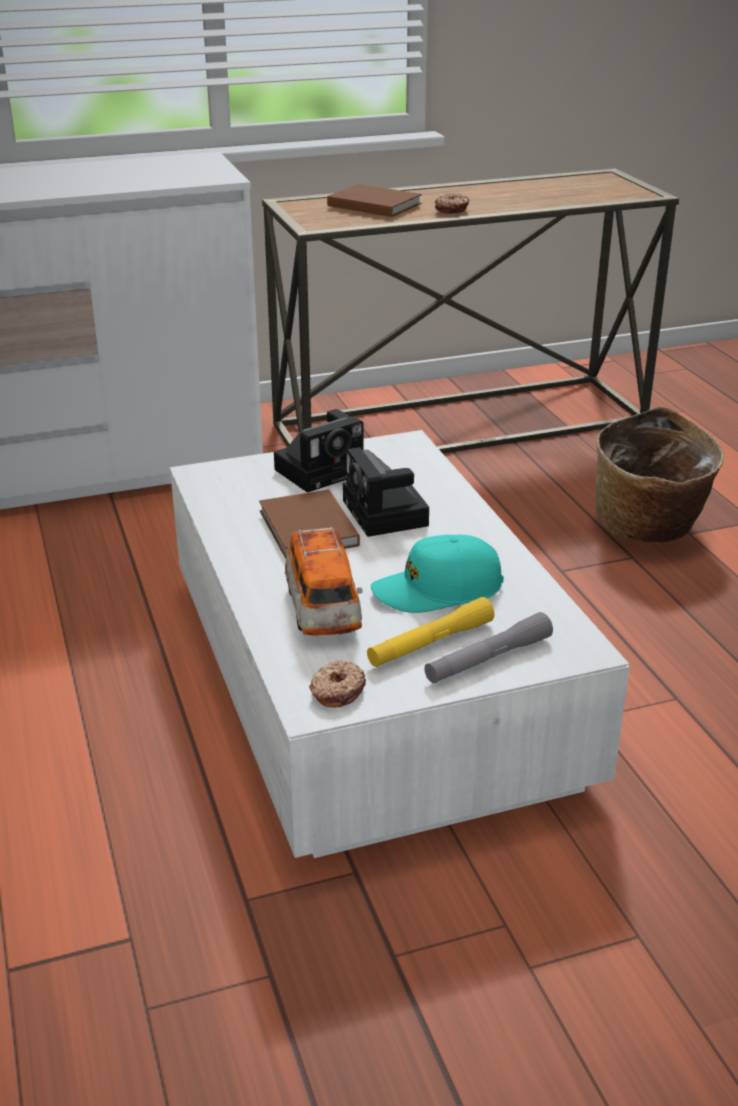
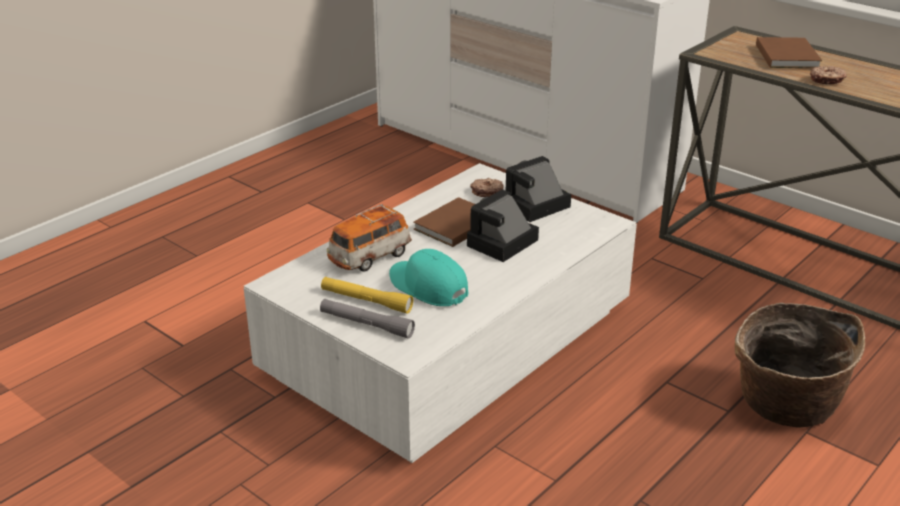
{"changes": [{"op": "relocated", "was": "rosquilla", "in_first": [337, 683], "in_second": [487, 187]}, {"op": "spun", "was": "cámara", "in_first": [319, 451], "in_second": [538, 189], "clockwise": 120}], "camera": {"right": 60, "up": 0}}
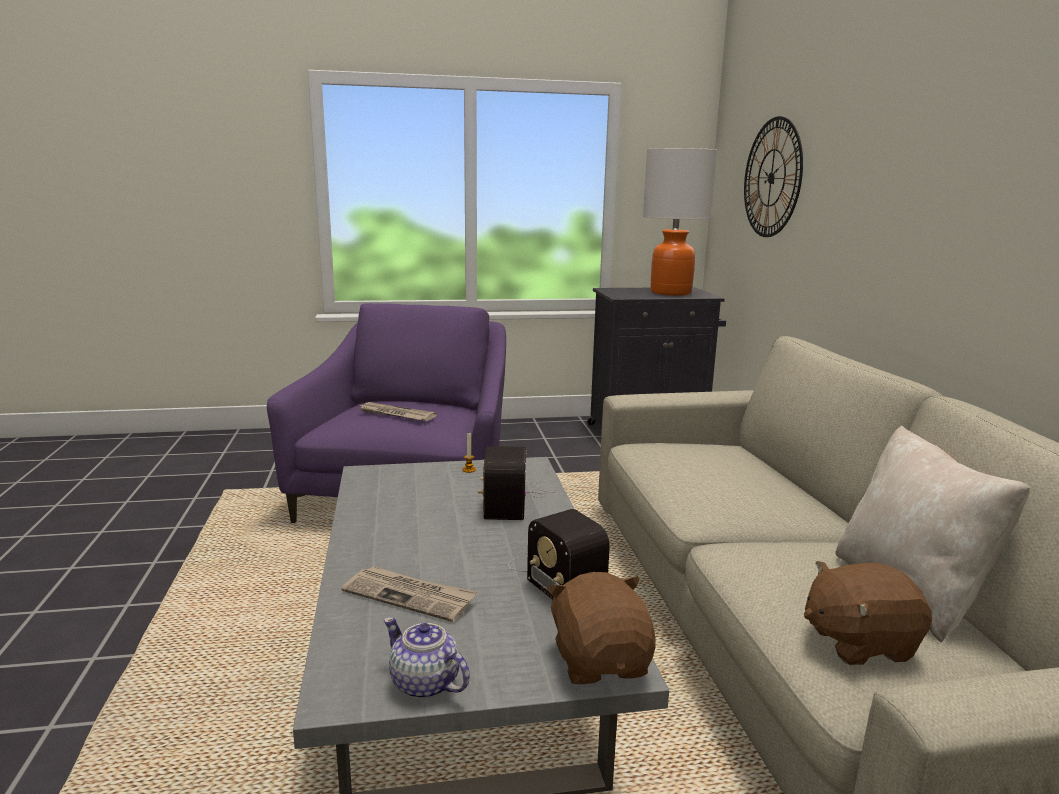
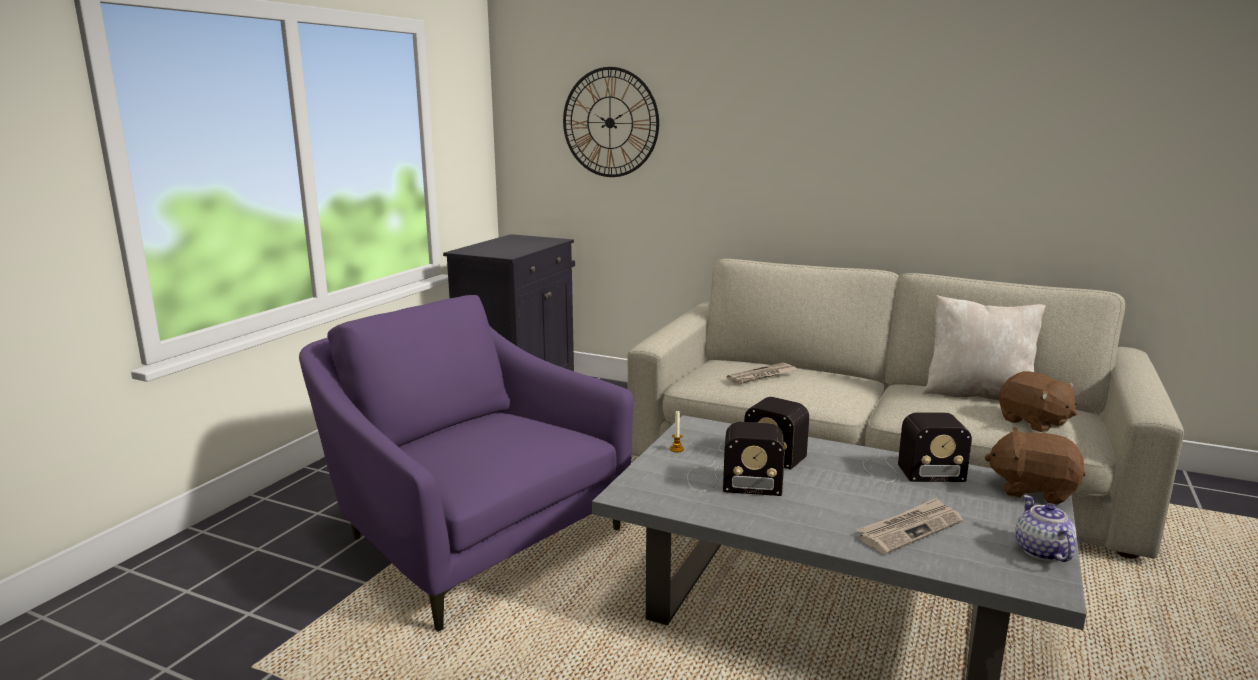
{"changes": [{"op": "appeared", "now": "radio", "in_second": [736, 459]}, {"op": "relocated", "was": "periódico", "in_first": [397, 411], "in_second": [762, 373]}, {"op": "spun", "was": "peluche (marrón)", "in_first": [868, 613], "in_second": [1038, 402], "clockwise": -60}, {"op": "spun", "was": "tetera", "in_first": [426, 658], "in_second": [1045, 528], "clockwise": 105}, {"op": "missing", "was": "lámpara de mesa", "in_first": [680, 222]}], "camera": {"right": -55, "up": 0}}
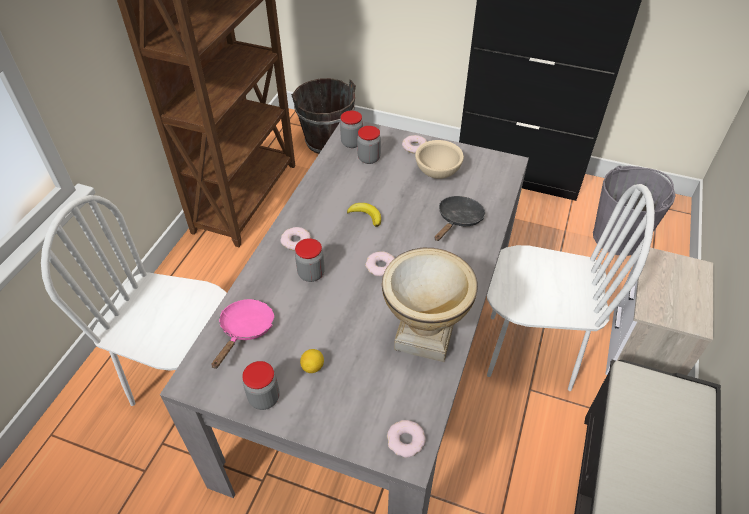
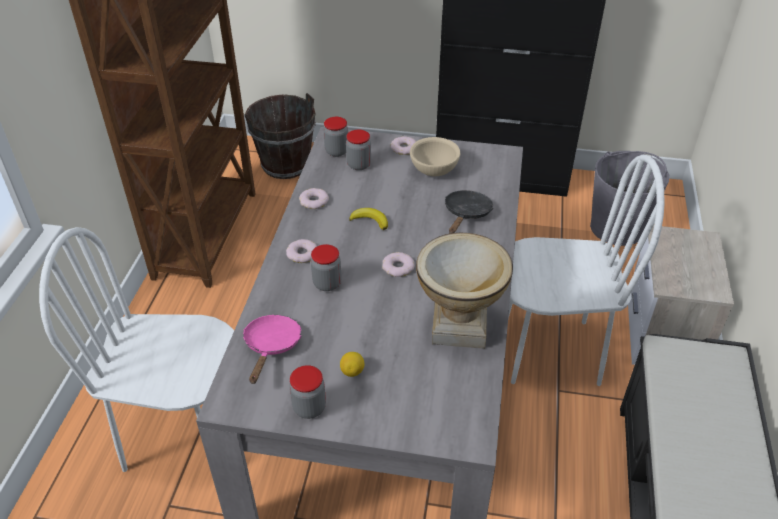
{"changes": [{"op": "relocated", "was": "rosquilla", "in_first": [406, 439], "in_second": [314, 198]}], "camera": {"right": -10, "up": -5}}
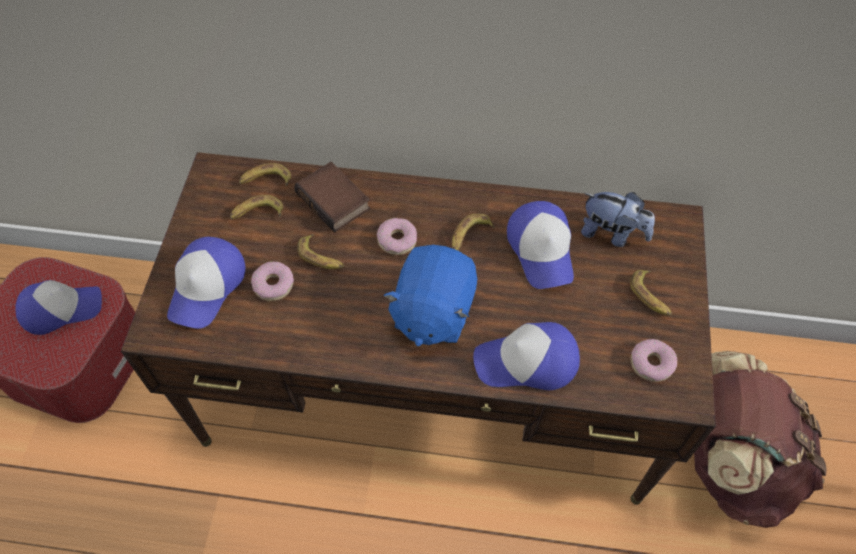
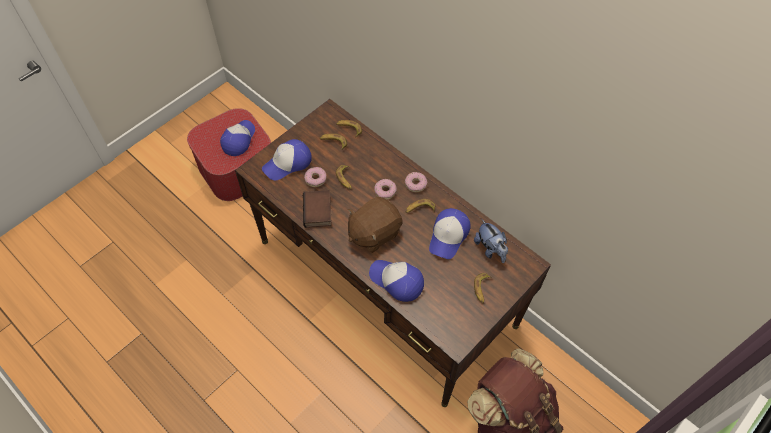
{"changes": [{"op": "spun", "was": "gorra", "in_first": [59, 307], "in_second": [237, 138], "clockwise": -90}, {"op": "relocated", "was": "libro", "in_first": [332, 197], "in_second": [317, 209]}, {"op": "colour", "was": "peluche (azul)", "now": "peluche (marrón)", "in_first": [430, 295], "in_second": [375, 225]}, {"op": "relocated", "was": "rosquilla", "in_first": [654, 360], "in_second": [416, 182]}], "camera": {"right": 35, "up": 0}}
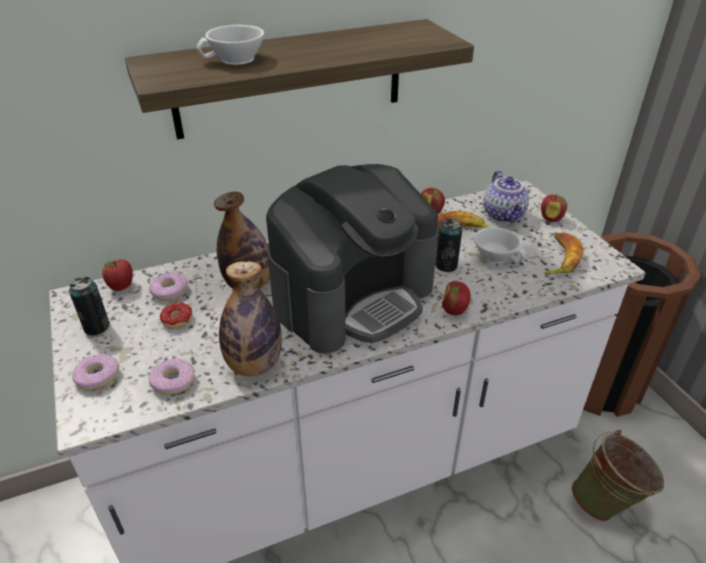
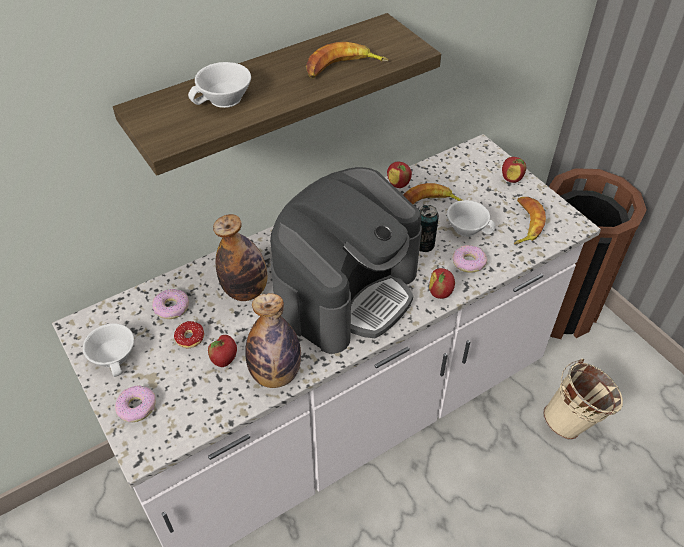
{"changes": [{"op": "exchanged", "was": "lata", "now": "taza (blanco)", "in_first": [89, 306], "in_second": [108, 350]}, {"op": "relocated", "was": "manzana", "in_first": [117, 275], "in_second": [222, 351]}, {"op": "appeared", "now": "plátano", "in_second": [347, 60]}, {"op": "relocated", "was": "rosquilla", "in_first": [172, 376], "in_second": [469, 259]}, {"op": "colour", "was": "cubo (verde)", "now": "cubo (beis)", "in_first": [617, 476], "in_second": [583, 399]}, {"op": "missing", "was": "tetera", "in_first": [506, 196]}], "camera": {"right": -10, "up": 10}}
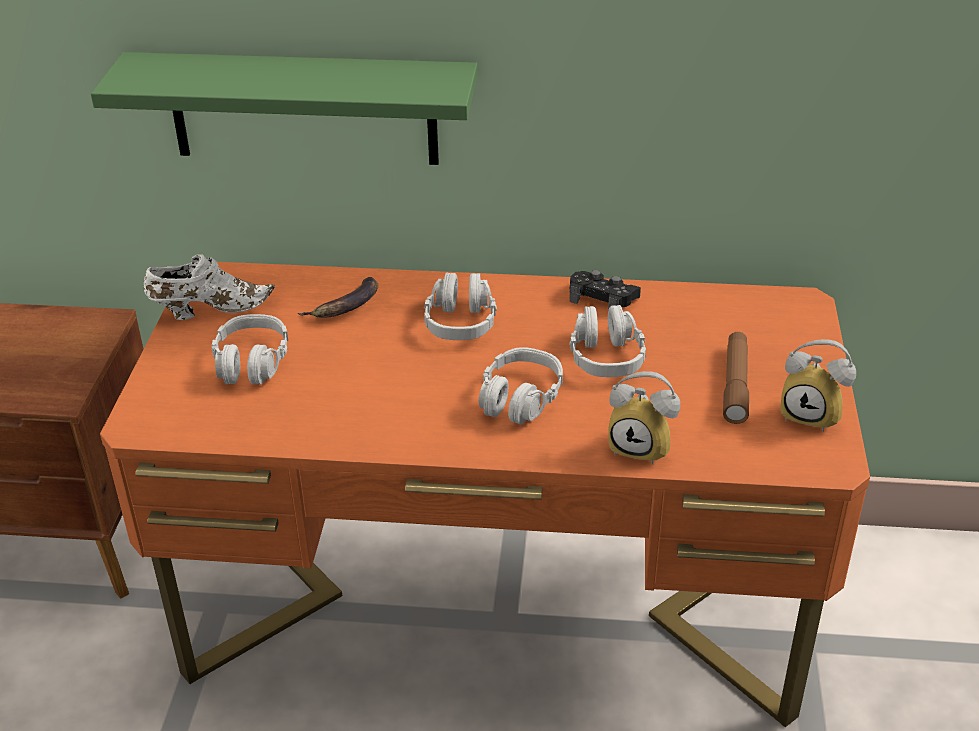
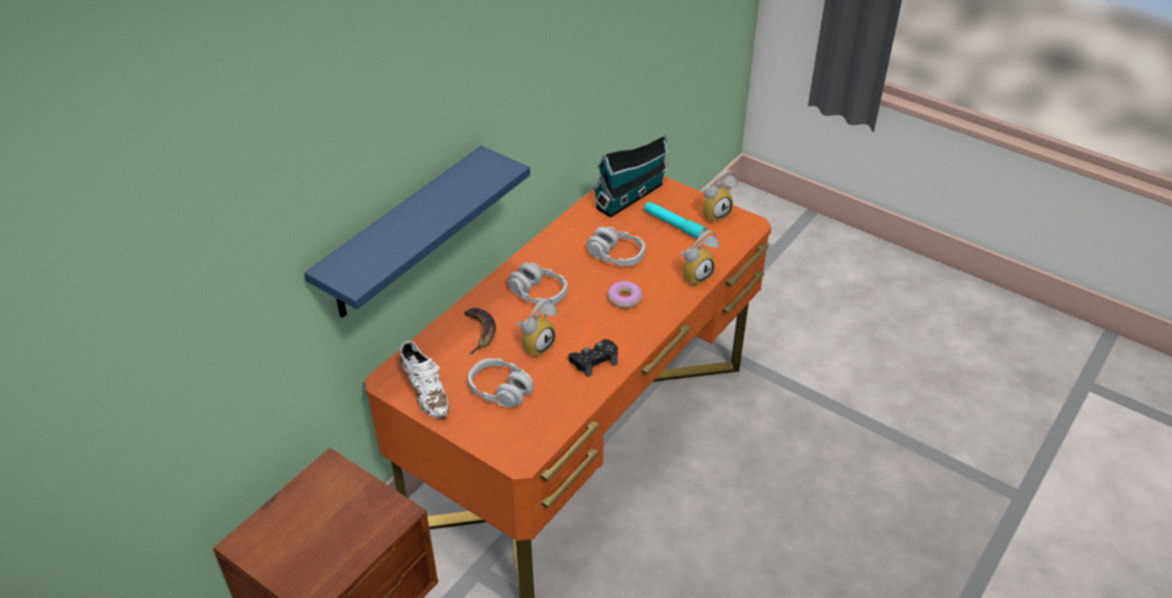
{"changes": [{"op": "colour", "was": "estante (verde)", "now": "estante (azul)", "in_first": [284, 108], "in_second": [417, 232]}, {"op": "spun", "was": "zapato (blanco)", "in_first": [209, 287], "in_second": [424, 380], "clockwise": 135}, {"op": "appeared", "now": "despertador", "in_second": [536, 328]}, {"op": "relocated", "was": "mando de consola (negro)", "in_first": [605, 290], "in_second": [593, 358]}, {"op": "appeared", "now": "casita", "in_second": [630, 176]}, {"op": "exchanged", "was": "auriculares (gris)", "now": "rosquilla", "in_first": [521, 386], "in_second": [624, 295]}, {"op": "colour", "was": "linterna (marrón)", "now": "linterna (turquesa)", "in_first": [736, 378], "in_second": [675, 221]}], "camera": {"right": -60, "up": 5}}
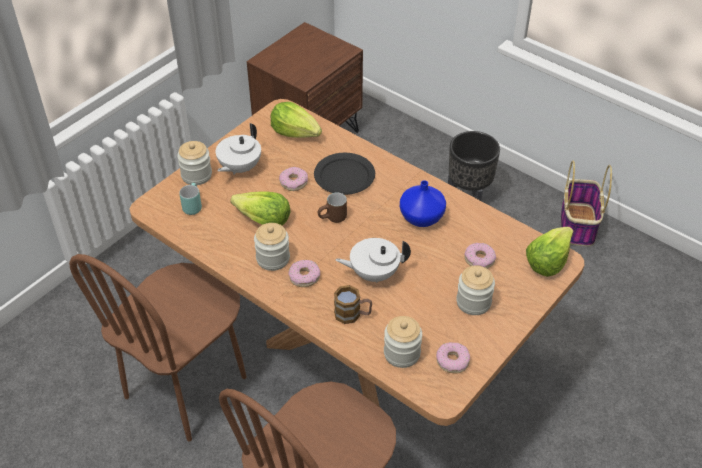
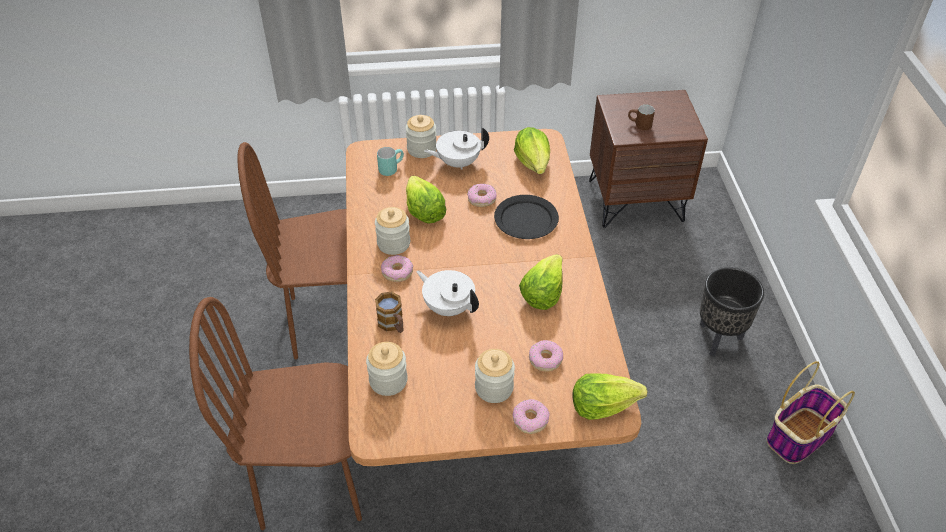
{"changes": [{"op": "relocated", "was": "rosquilla", "in_first": [453, 358], "in_second": [531, 416]}, {"op": "exchanged", "was": "florero (azul)", "now": "lechuga", "in_first": [423, 203], "in_second": [541, 282]}, {"op": "relocated", "was": "taza grande (marrón)", "in_first": [332, 207], "in_second": [641, 117]}], "camera": {"right": 45, "up": 0}}
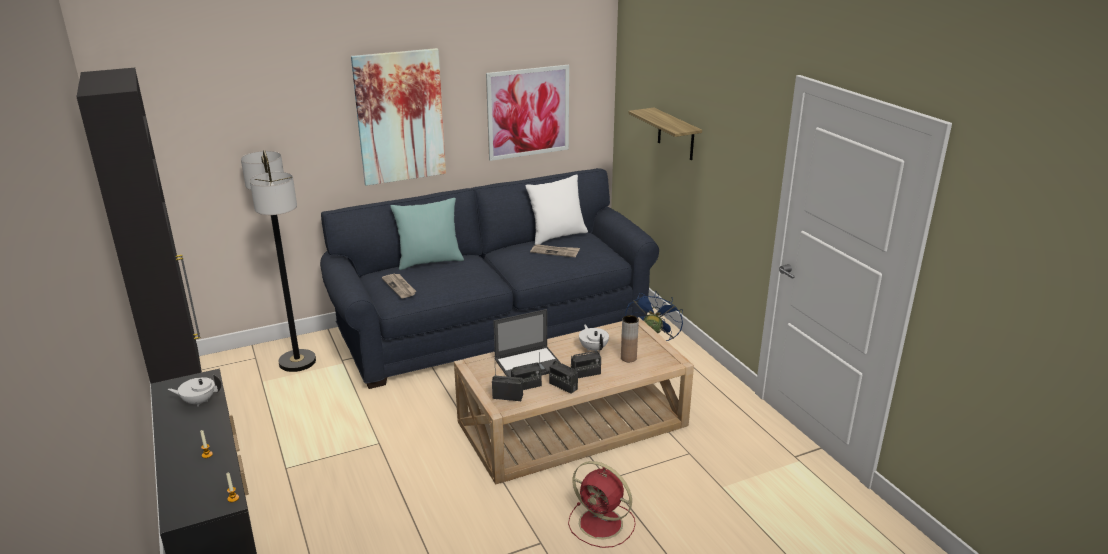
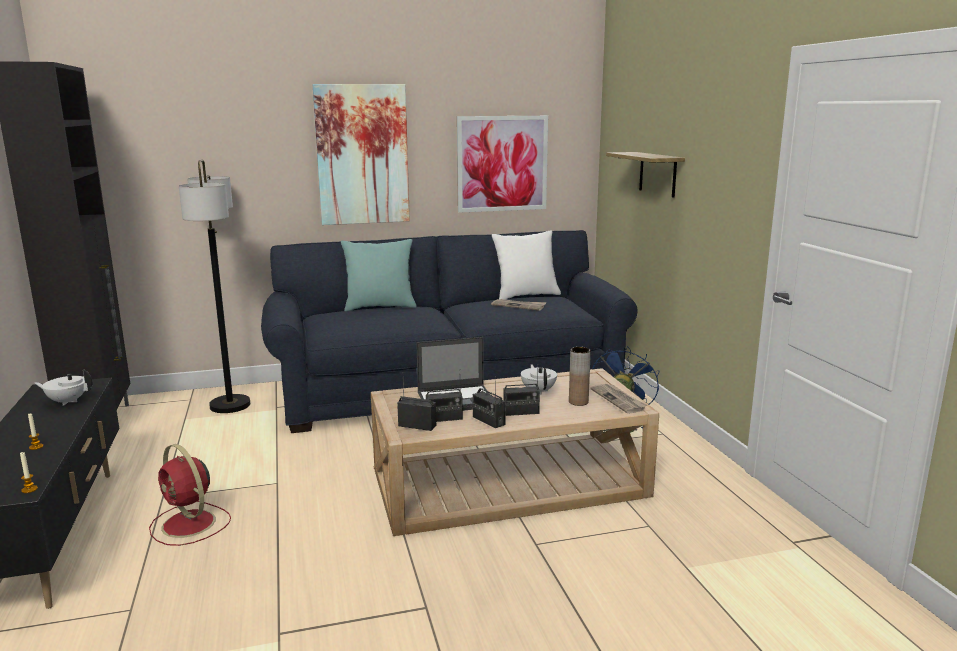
{"changes": [{"op": "relocated", "was": "ventilador (rojo)", "in_first": [602, 504], "in_second": [190, 495]}, {"op": "relocated", "was": "periódico", "in_first": [399, 286], "in_second": [619, 399]}], "camera": {"right": 10, "up": -10}}
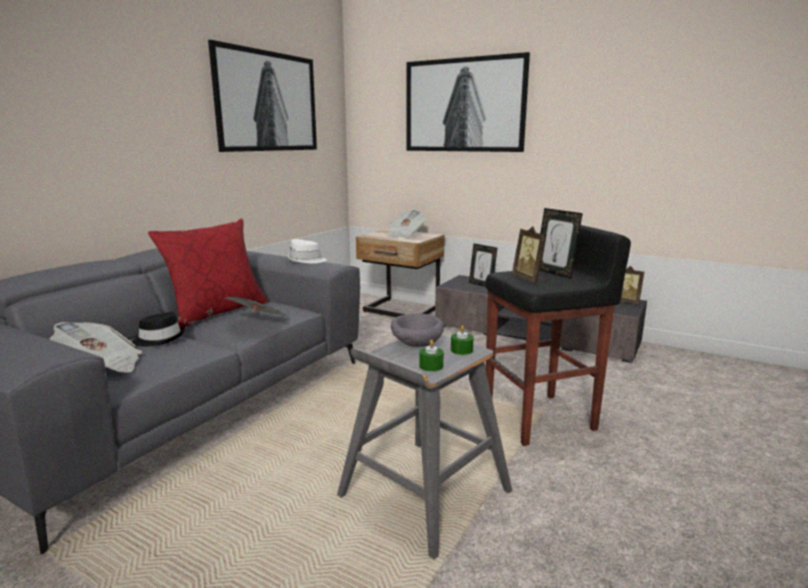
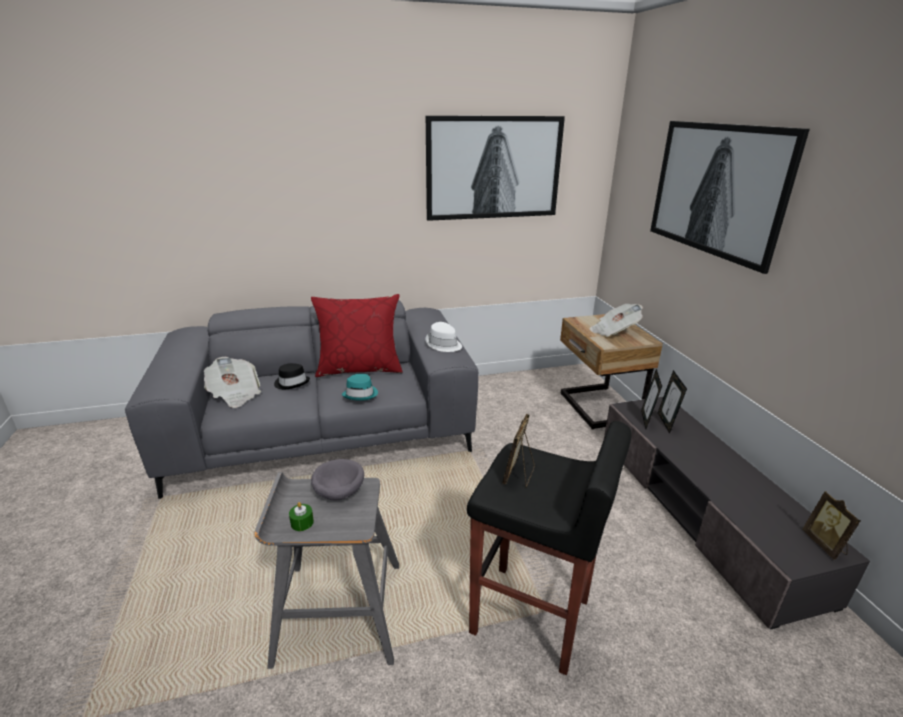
{"changes": [{"op": "exchanged", "was": "periódico", "now": "sombrero (turquesa)", "in_first": [254, 306], "in_second": [360, 387]}, {"op": "relocated", "was": "portarretratos", "in_first": [561, 243], "in_second": [651, 399]}, {"op": "missing", "was": "vela (verde)", "in_first": [462, 340]}], "camera": {"right": 45, "up": 10}}
